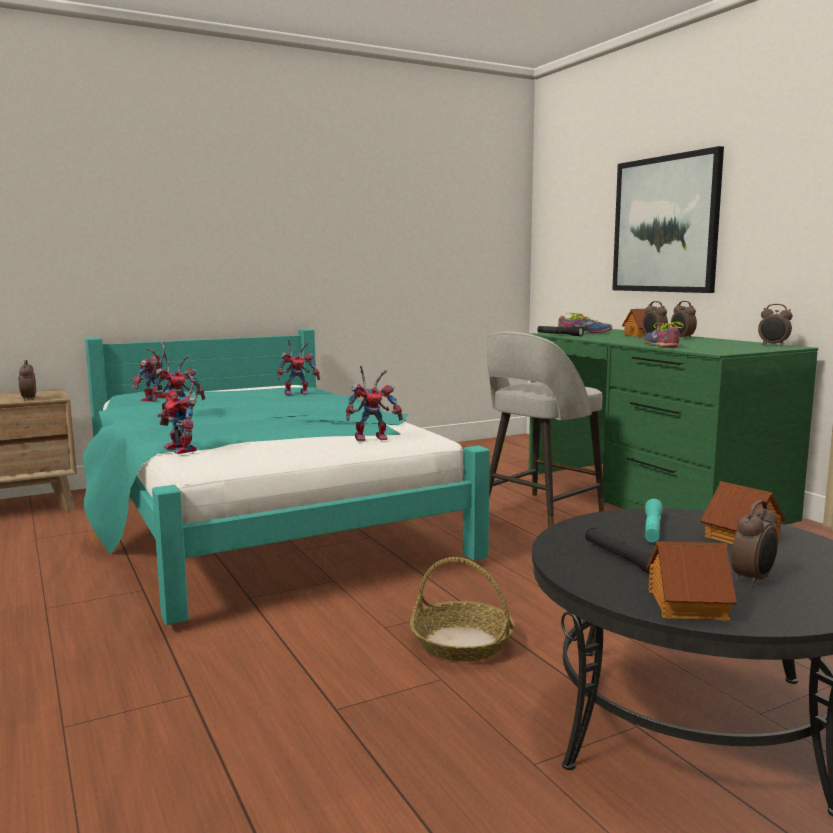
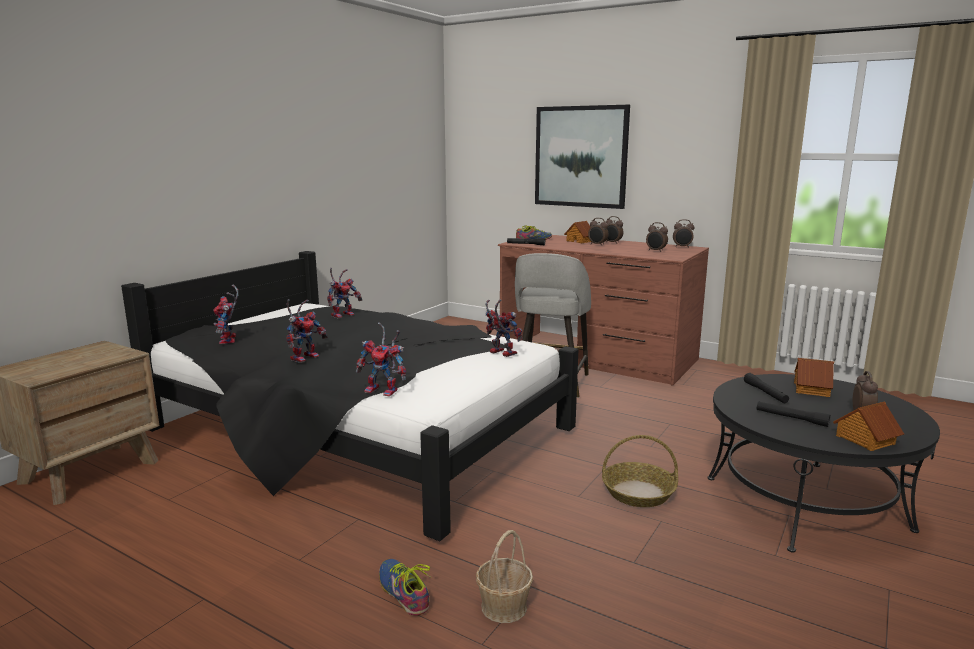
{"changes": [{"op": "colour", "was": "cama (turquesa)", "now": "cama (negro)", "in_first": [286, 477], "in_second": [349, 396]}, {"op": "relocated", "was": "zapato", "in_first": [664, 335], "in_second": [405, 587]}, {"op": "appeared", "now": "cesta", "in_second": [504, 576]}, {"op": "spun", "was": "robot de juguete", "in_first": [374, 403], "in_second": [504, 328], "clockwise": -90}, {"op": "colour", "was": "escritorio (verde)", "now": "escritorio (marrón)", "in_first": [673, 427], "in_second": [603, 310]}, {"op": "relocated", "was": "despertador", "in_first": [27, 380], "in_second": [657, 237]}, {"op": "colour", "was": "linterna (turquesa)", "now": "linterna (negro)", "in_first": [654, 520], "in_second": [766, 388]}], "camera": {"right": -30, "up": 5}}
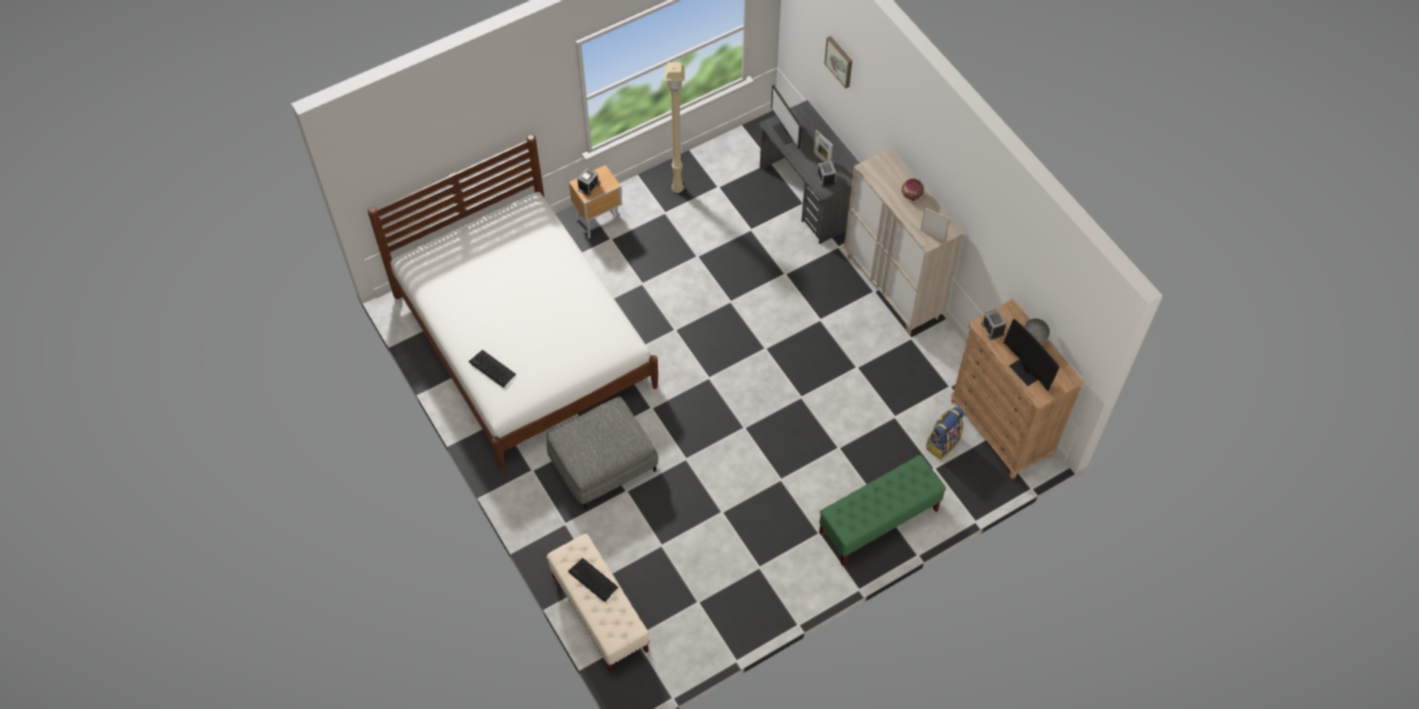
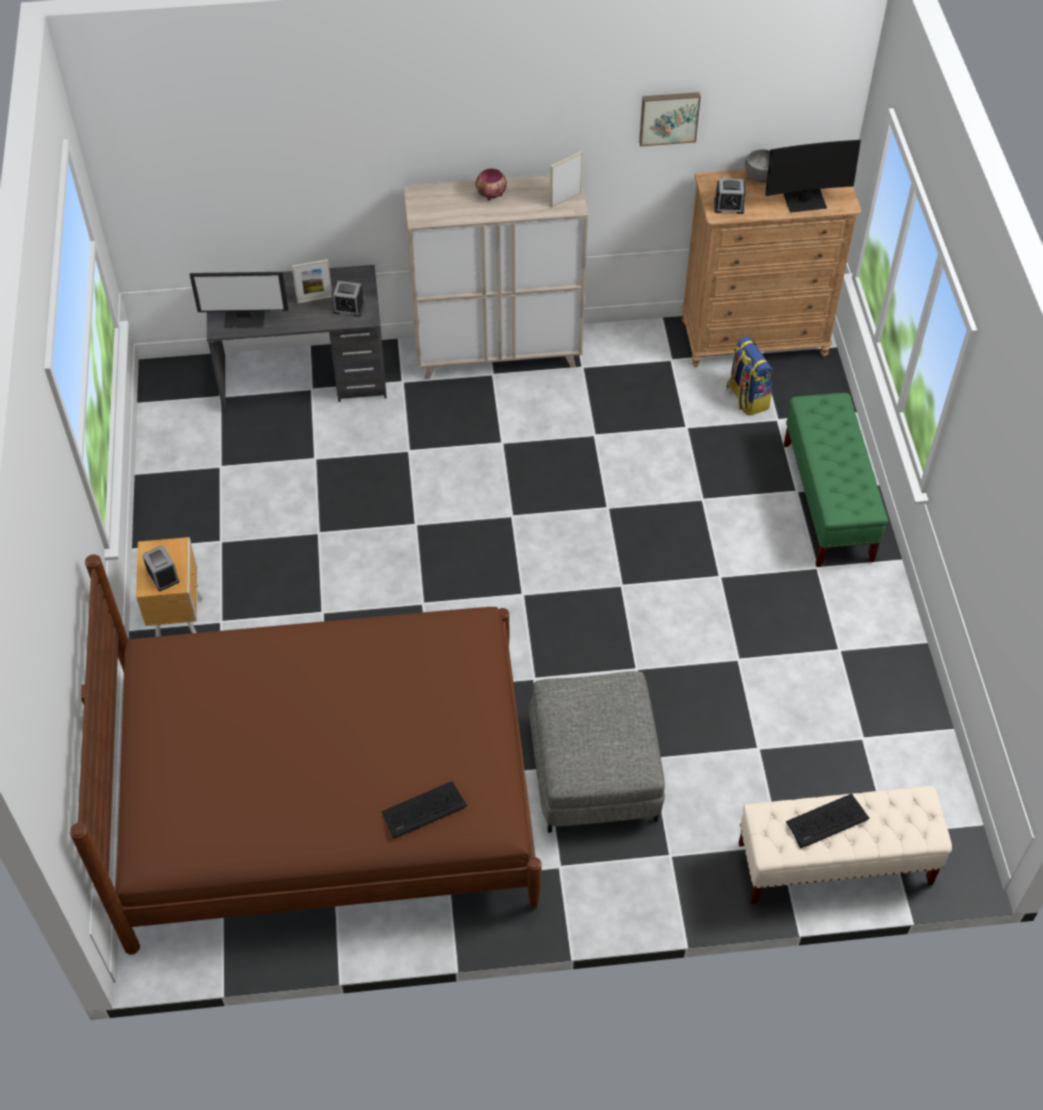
{"changes": [{"op": "colour", "was": "cama (blanco)", "now": "cama (marrón)", "in_first": [513, 302], "in_second": [306, 754]}, {"op": "relocated", "was": "cuadro", "in_first": [838, 62], "in_second": [670, 119]}, {"op": "missing", "was": "lámpara de pie (beis)", "in_first": [674, 127]}], "camera": {"right": -65, "up": -5}}
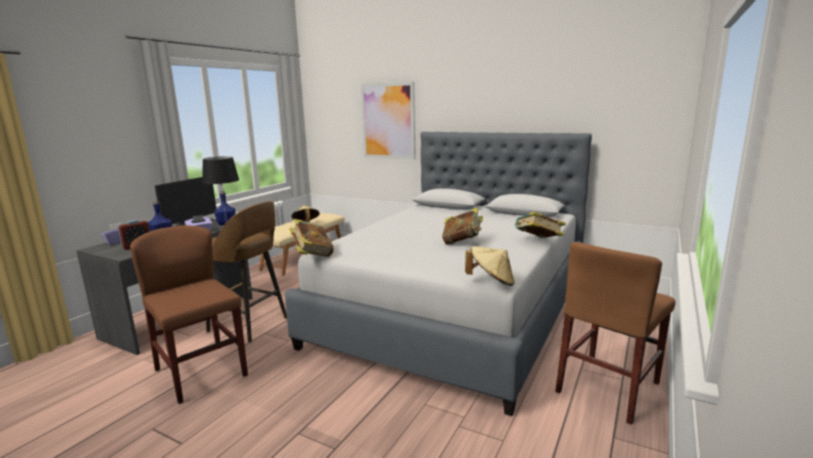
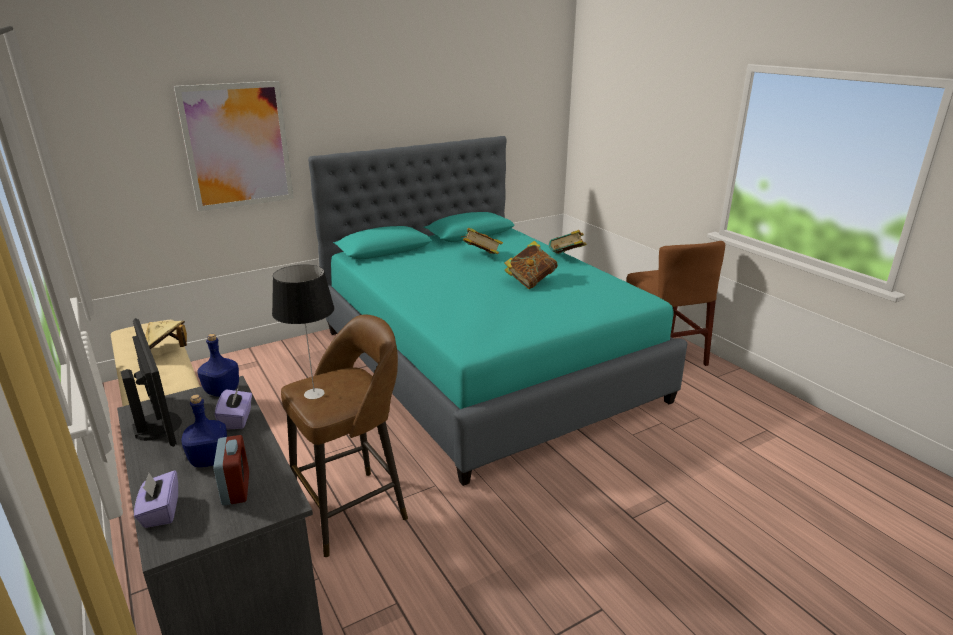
{"changes": [{"op": "colour", "was": "cama (gris)", "now": "cama (turquesa)", "in_first": [438, 274], "in_second": [498, 311]}, {"op": "relocated", "was": "libro", "in_first": [311, 238], "in_second": [482, 241]}, {"op": "missing", "was": "silla (marrón)", "in_first": [189, 315]}, {"op": "missing", "was": "sombrero (beis)", "in_first": [489, 266]}], "camera": {"right": -60, "up": 10}}
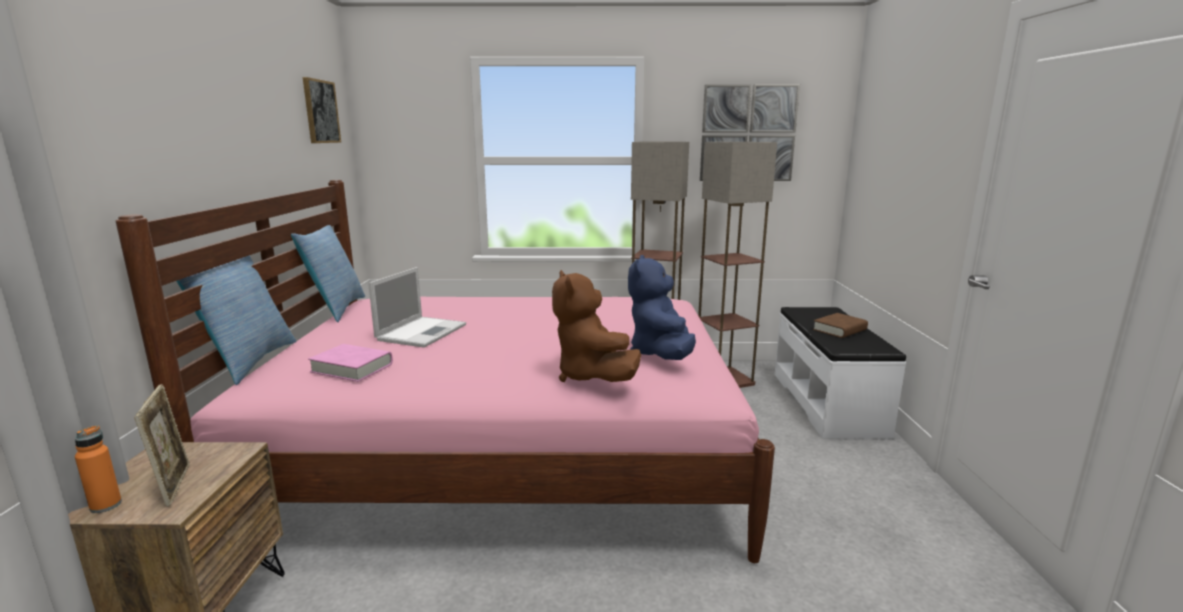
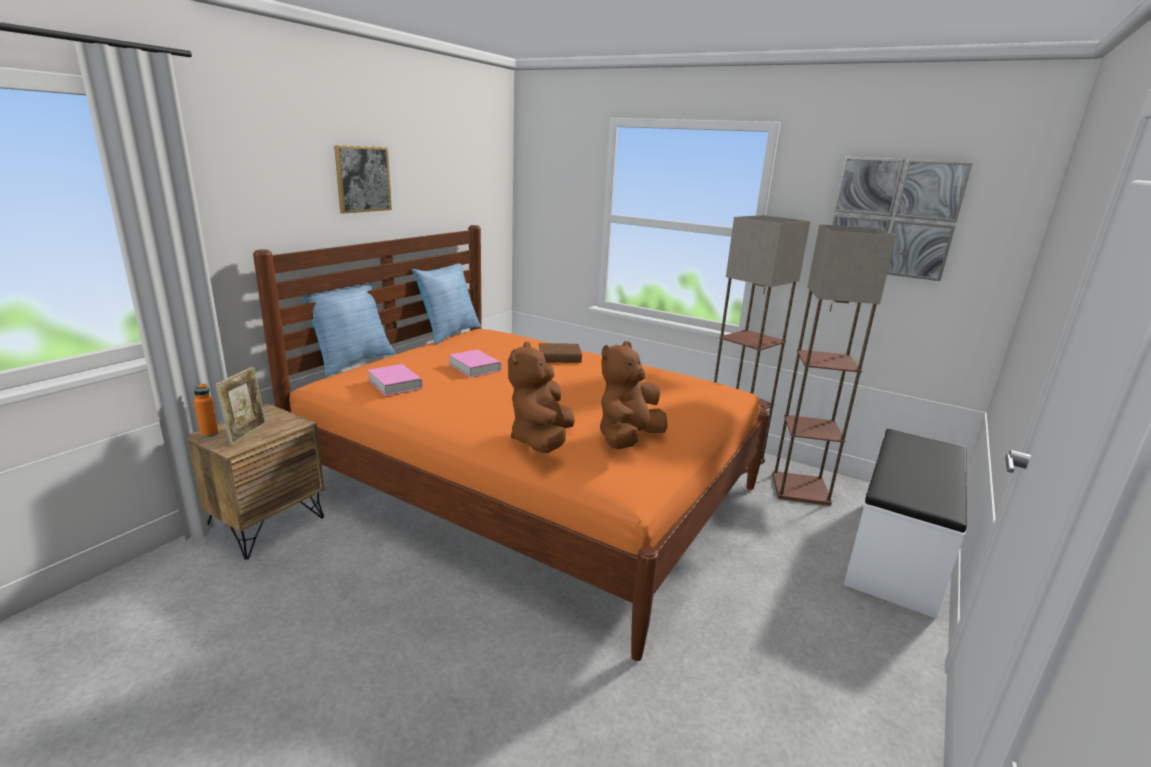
{"changes": [{"op": "colour", "was": "cama (rosa)", "now": "cama (naranja)", "in_first": [445, 371], "in_second": [511, 443]}, {"op": "relocated", "was": "cuadro", "in_first": [322, 110], "in_second": [363, 179]}, {"op": "exchanged", "was": "portátil", "now": "libro (rosa)", "in_first": [417, 307], "in_second": [475, 364]}, {"op": "relocated", "was": "libro (marrón)", "in_first": [840, 325], "in_second": [560, 353]}, {"op": "colour", "was": "peluche (azul)", "now": "peluche (marrón)", "in_first": [662, 307], "in_second": [634, 395]}], "camera": {"right": 30, "up": 5}}
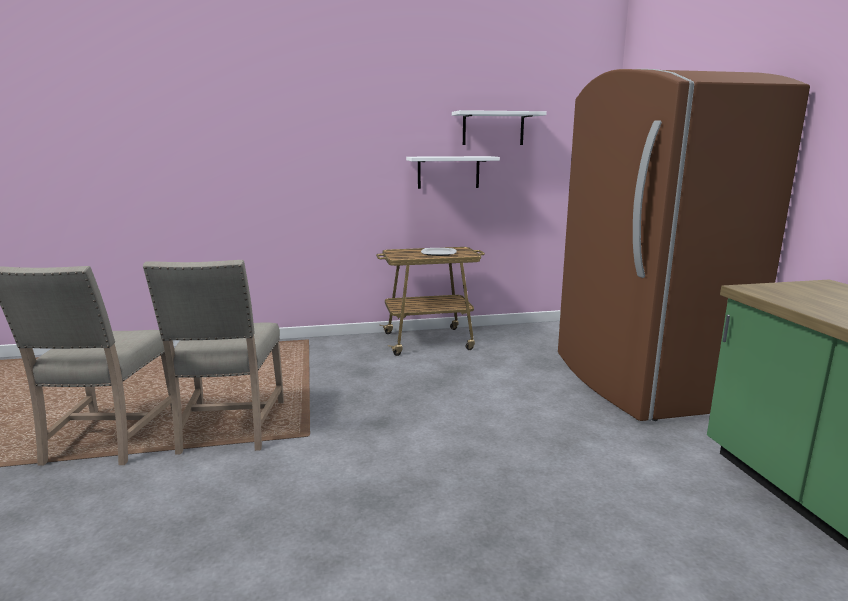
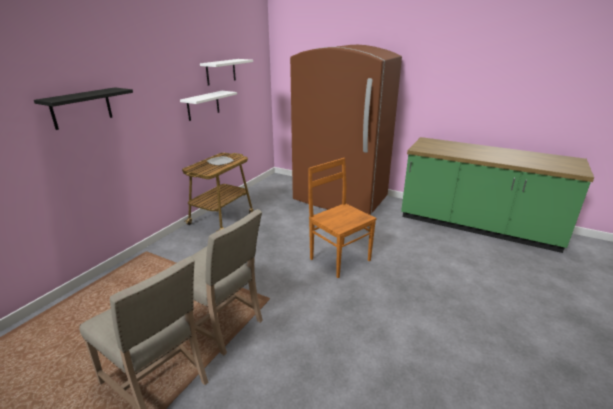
{"changes": [{"op": "appeared", "now": "estante (negro)", "in_second": [83, 108]}, {"op": "appeared", "now": "silla (marrón)", "in_second": [342, 218]}], "camera": {"right": -50, "up": 10}}
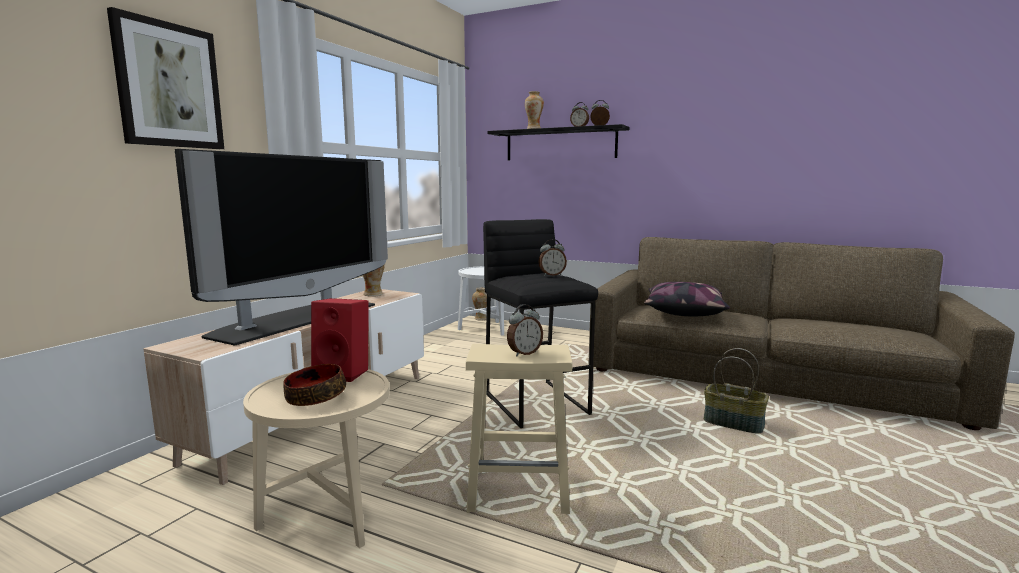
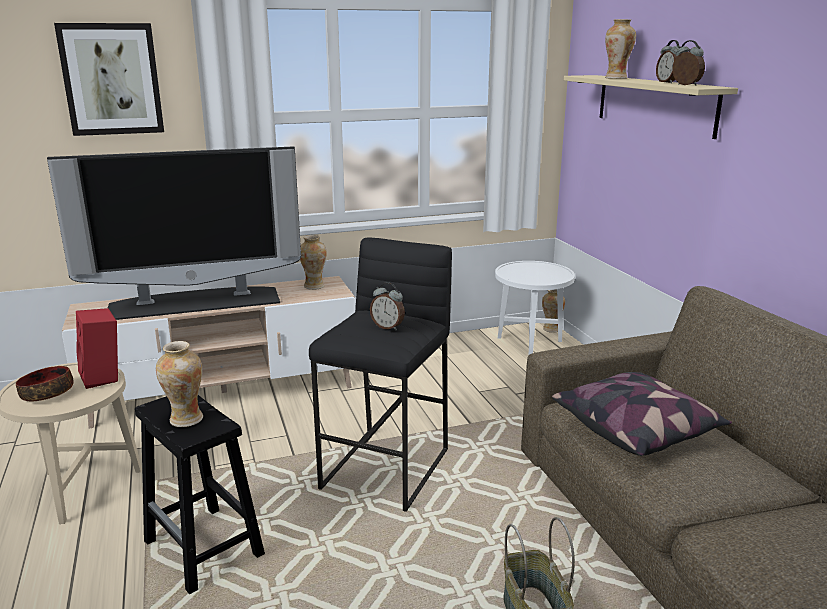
{"changes": [{"op": "colour", "was": "taburete (beis)", "now": "taburete (negro)", "in_first": [519, 429], "in_second": [200, 494]}, {"op": "exchanged", "was": "despertador", "now": "florero", "in_first": [525, 330], "in_second": [179, 384]}, {"op": "colour", "was": "estante (negro)", "now": "estante (beis)", "in_first": [558, 142], "in_second": [651, 107]}], "camera": {"right": 45, "up": 10}}
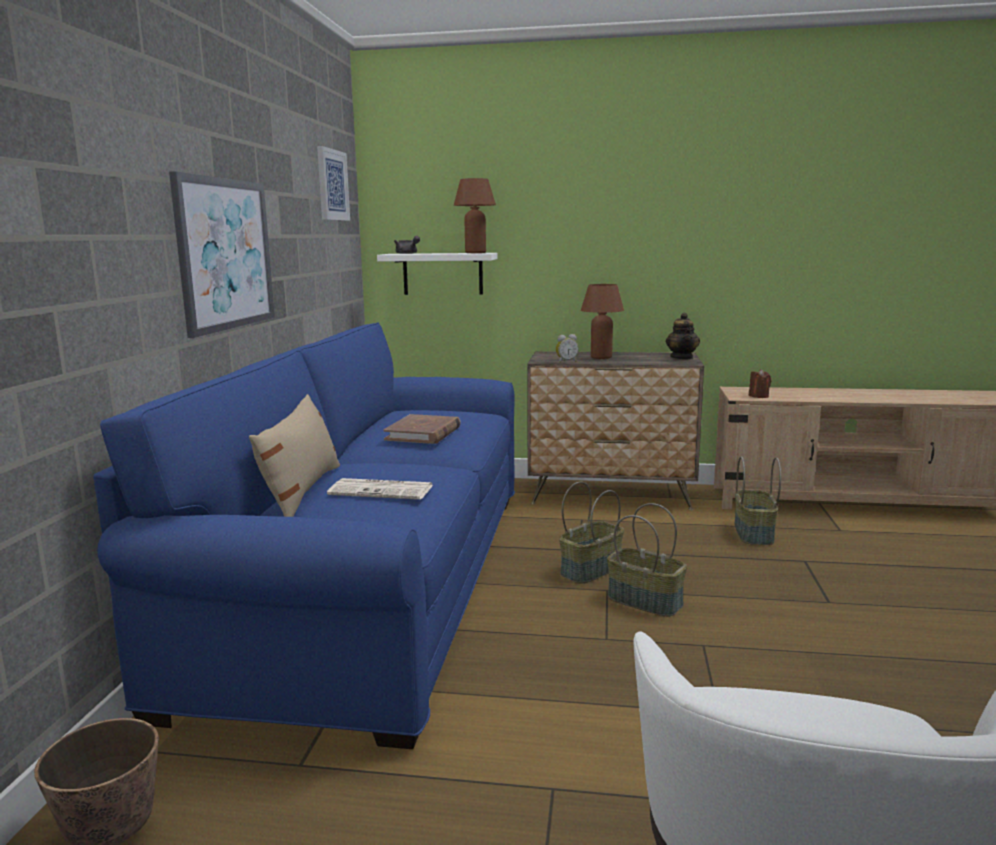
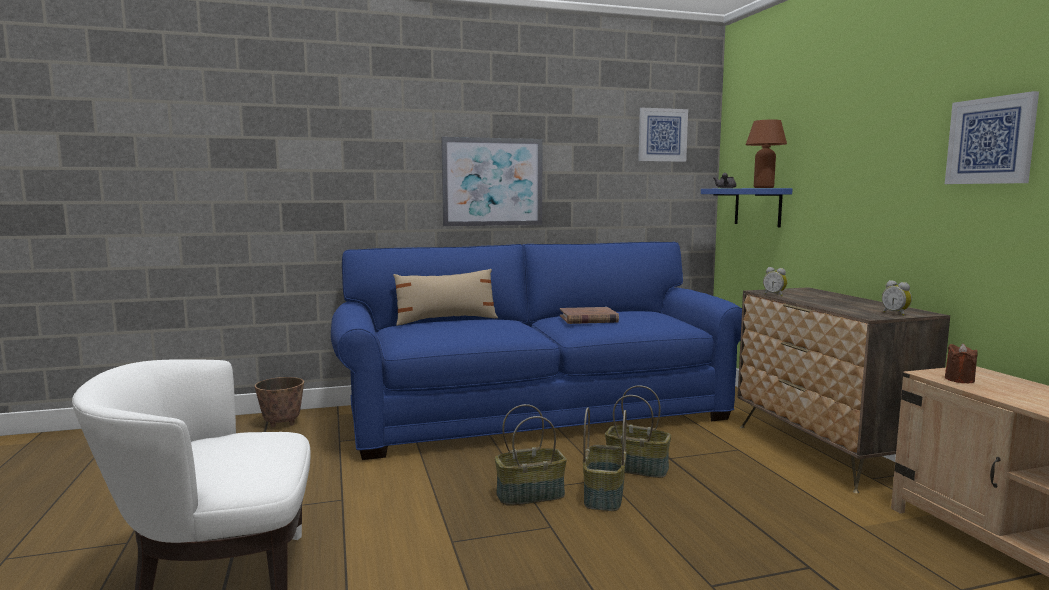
{"changes": [{"op": "relocated", "was": "cesta", "in_first": [757, 500], "in_second": [531, 455]}, {"op": "colour", "was": "estante (blanco)", "now": "estante (azul)", "in_first": [437, 274], "in_second": [746, 207]}, {"op": "exchanged", "was": "tetera", "now": "despertador", "in_first": [683, 336], "in_second": [897, 298]}, {"op": "appeared", "now": "cuadro", "in_second": [992, 137]}, {"op": "missing", "was": "periódico", "in_first": [380, 489]}, {"op": "missing", "was": "lámpara de mesa (marrón)", "in_first": [602, 321]}], "camera": {"right": 65, "up": -5}}
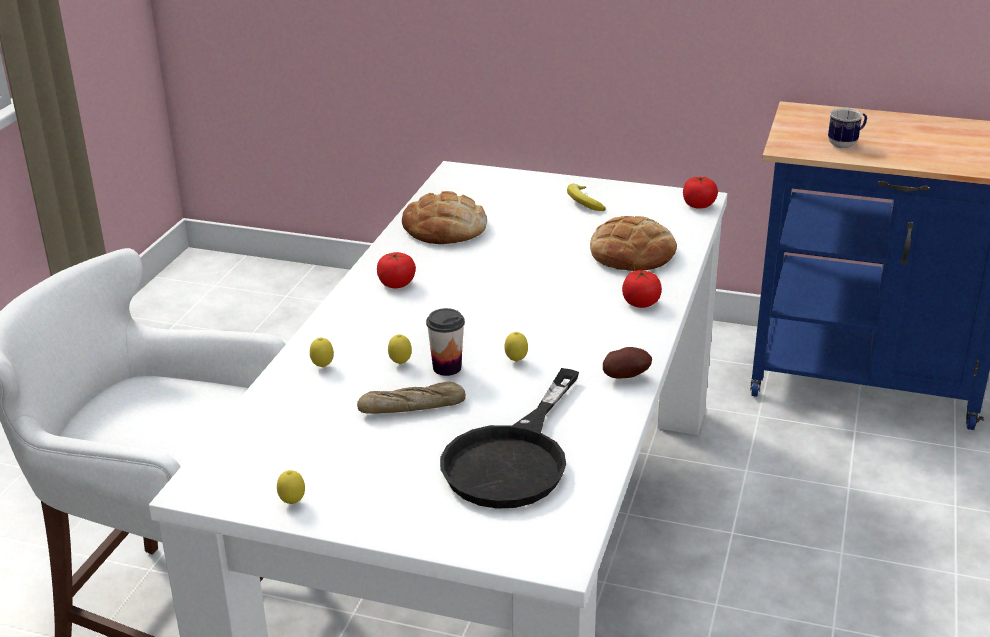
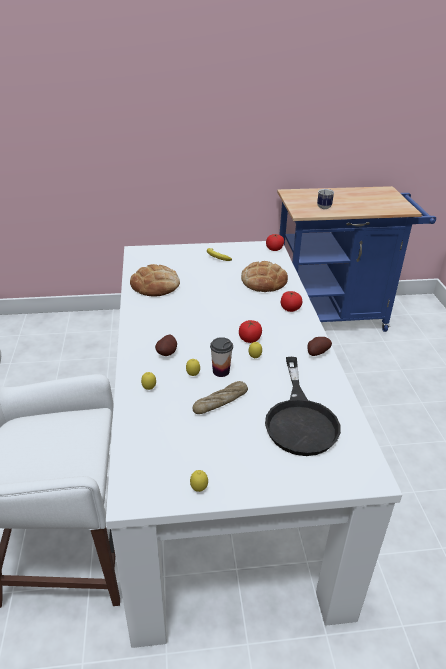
{"changes": [{"op": "appeared", "now": "patata", "in_second": [166, 345]}, {"op": "relocated", "was": "tomate", "in_first": [396, 270], "in_second": [250, 331]}], "camera": {"right": -25, "up": 5}}
